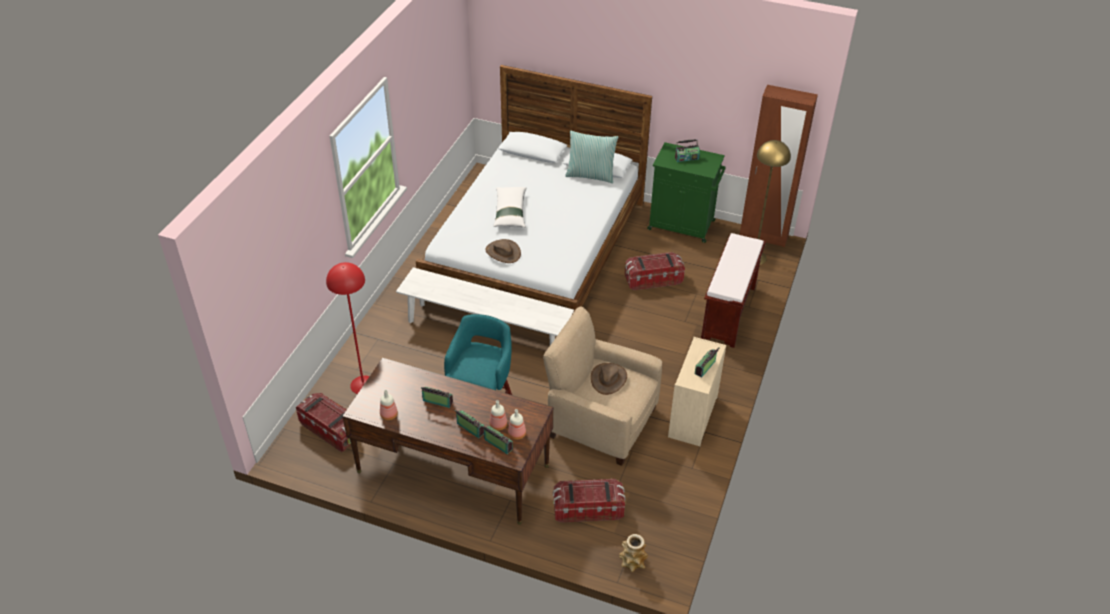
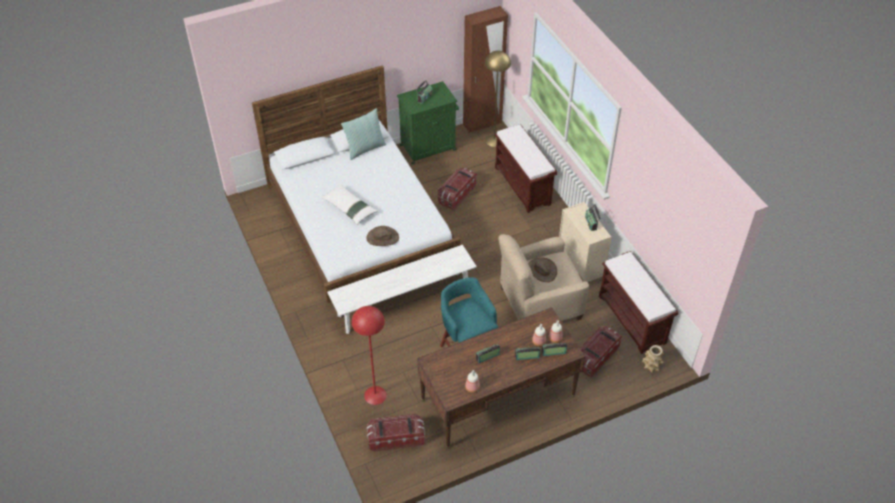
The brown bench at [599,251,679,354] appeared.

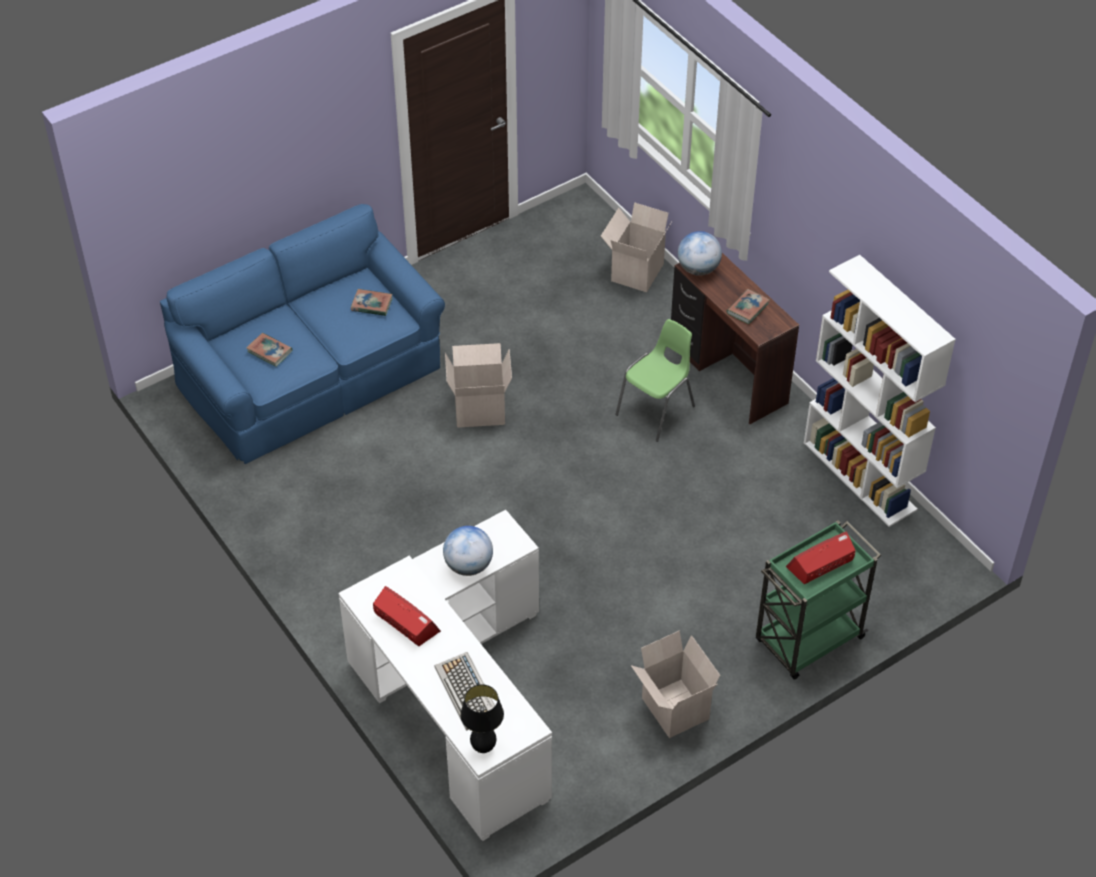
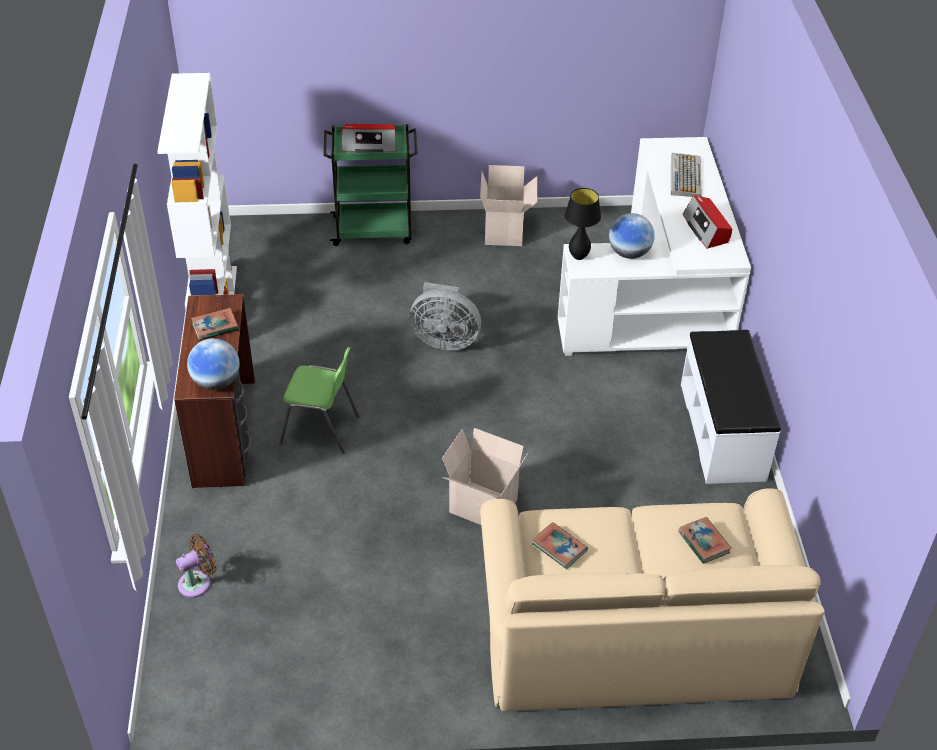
The grey fan at [410,282,481,350] appeared.
The white bench at [681,330,780,484] appeared.
The black table lamp moved from [460,684,504,753] to [564,188,601,260].
The cardboard box at [601,202,672,292] was replaced by the brown fan at [176,534,217,598].
The blue sofa at [160,204,445,464] became the beige sofa at [480,488,825,711].
The green chair at [615,319,695,442] turned 150 degrees counterclockwise.

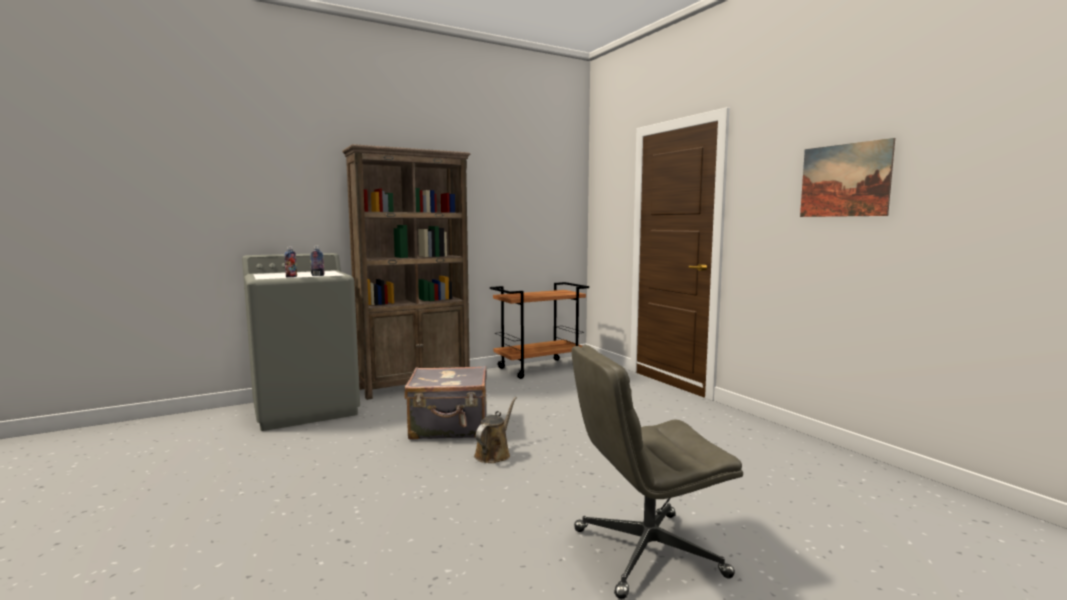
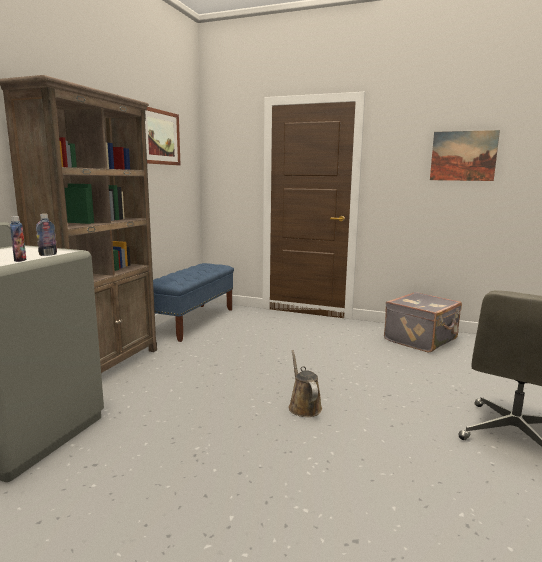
The picture at [145,107,181,165] appeared.
The grey suitcase moved from [405,366,487,440] to [384,292,462,352].
The brown cart at [490,282,589,379] was replaced by the blue bench at [153,263,234,342].

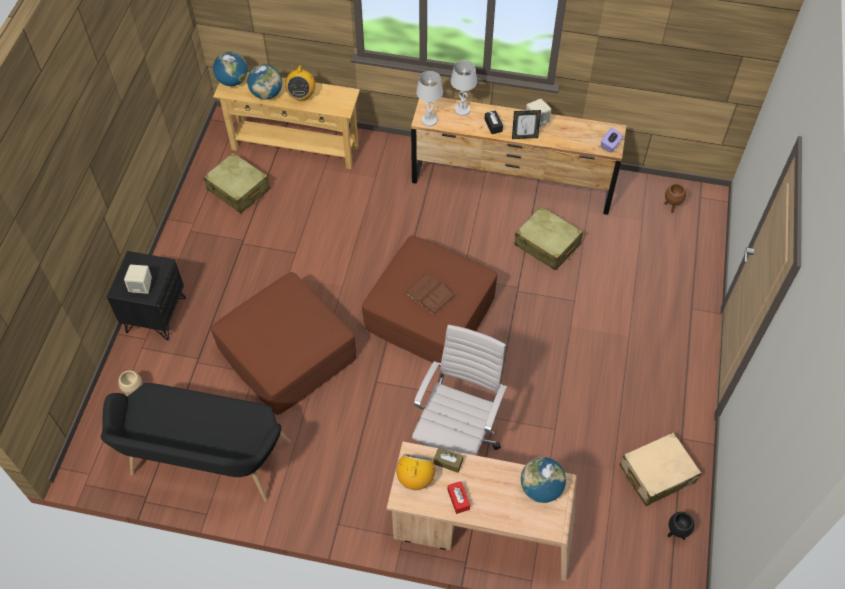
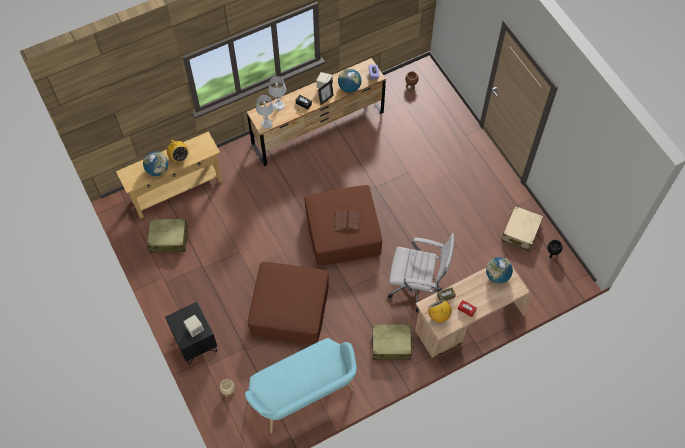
The globe moved from [213,51,248,86] to [338,69,362,93].
The beige suitcase moved from [515,206,583,271] to [372,324,414,360].
The black bench at [101,383,291,502] became the turquoise bench at [245,338,357,433].
The white office chair at [412,324,507,456] turned 120 degrees clockwise.

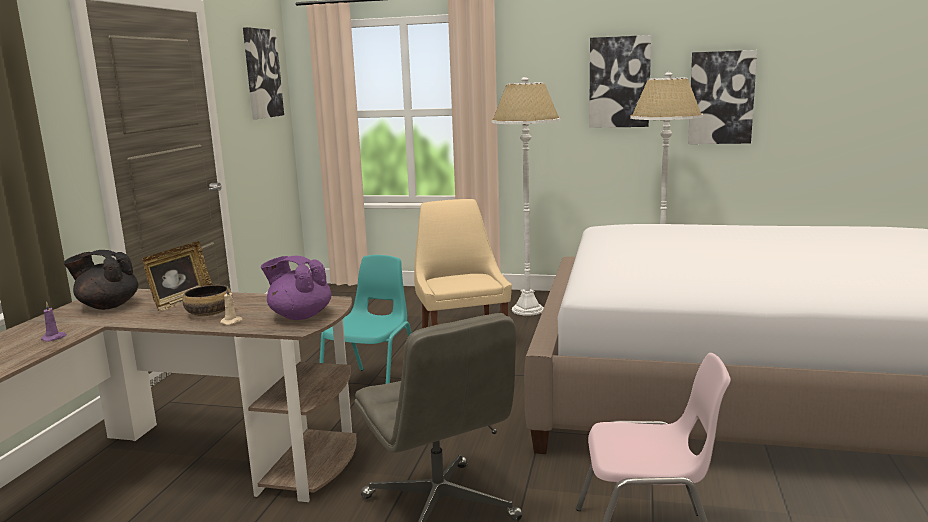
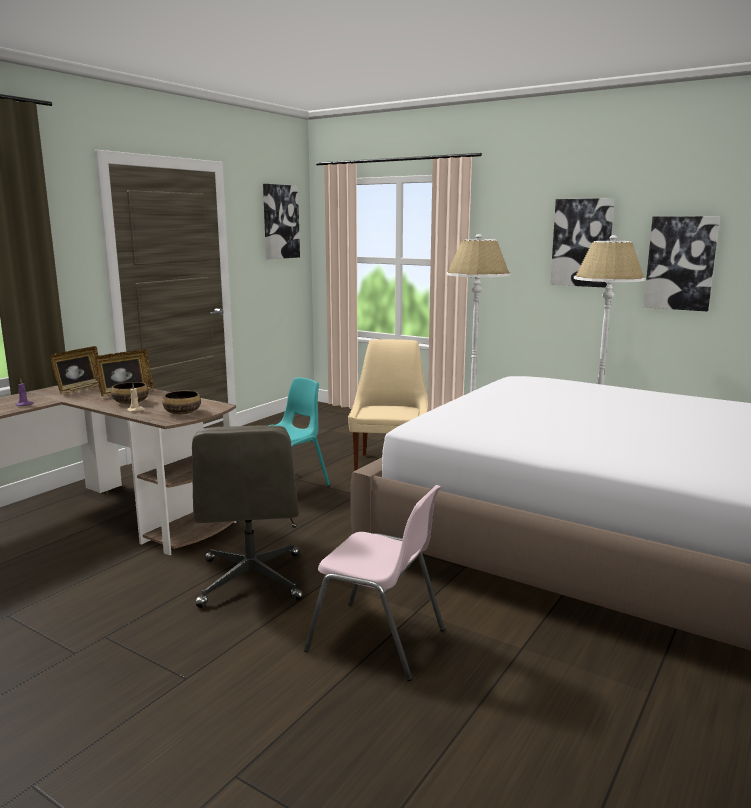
The black teapot at [63,250,138,310] was replaced by the picture frame at [50,346,99,394].
The purple teapot at [261,256,331,320] was replaced by the bowl at [162,391,201,414].

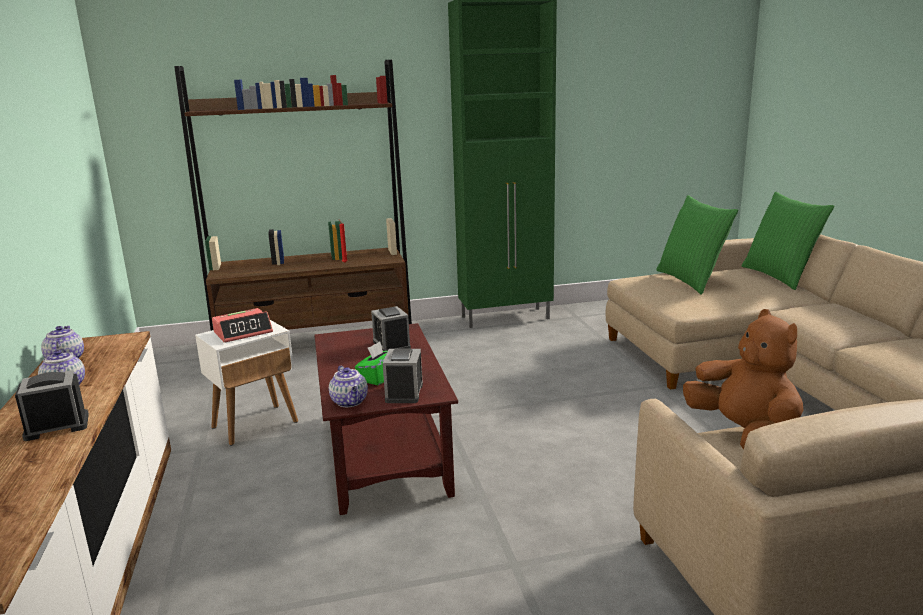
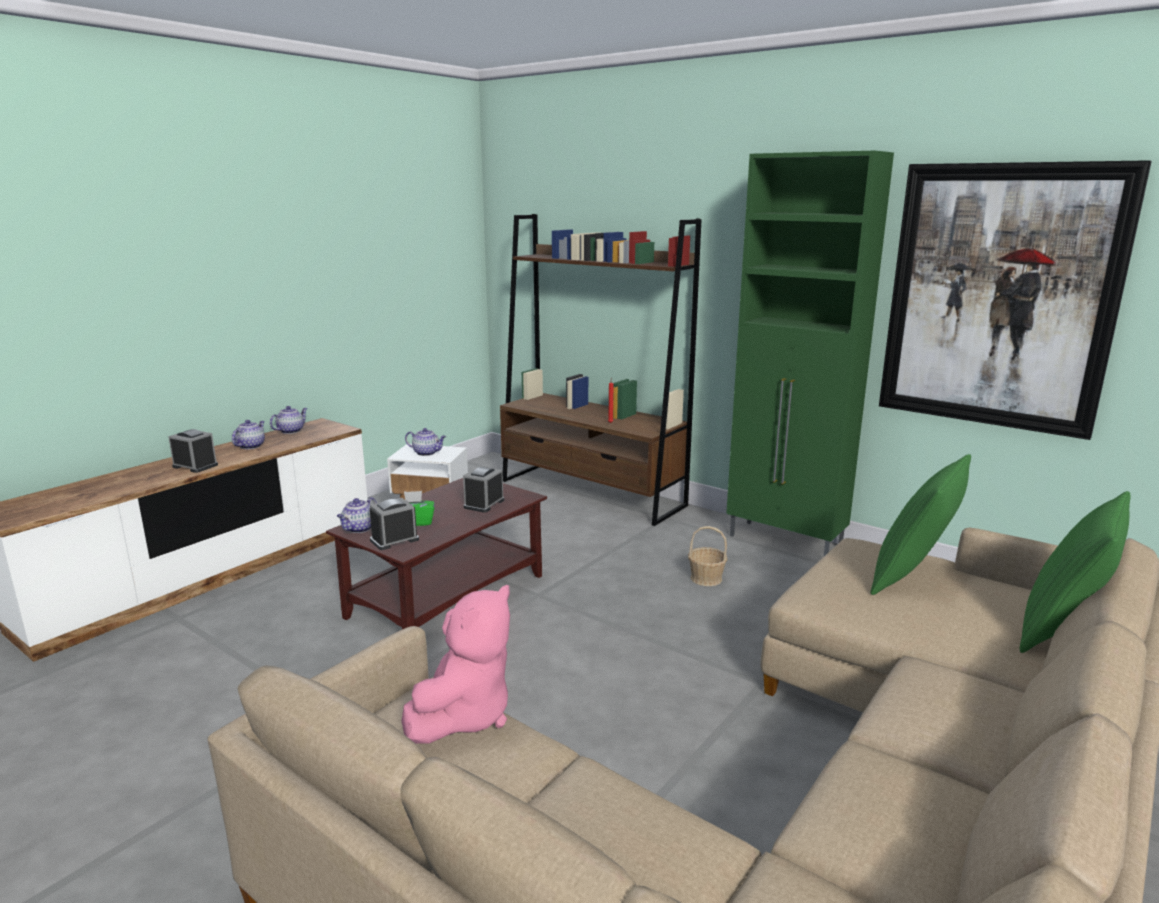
The basket at [688,526,727,586] appeared.
The picture at [879,160,1152,440] appeared.
The alarm clock at [212,308,273,343] was replaced by the teapot at [405,428,446,456].
The brown plush toy at [683,309,803,449] became the pink plush toy at [401,585,510,744].

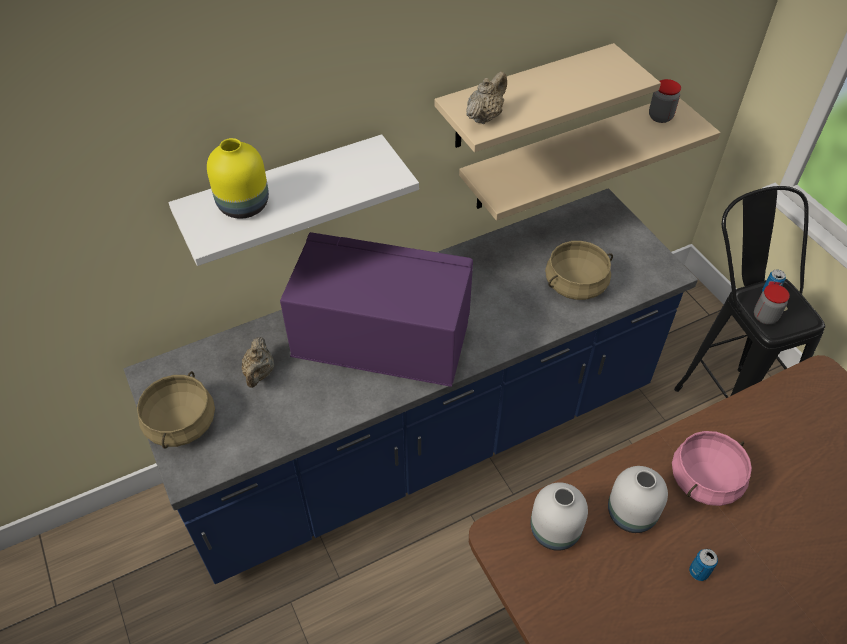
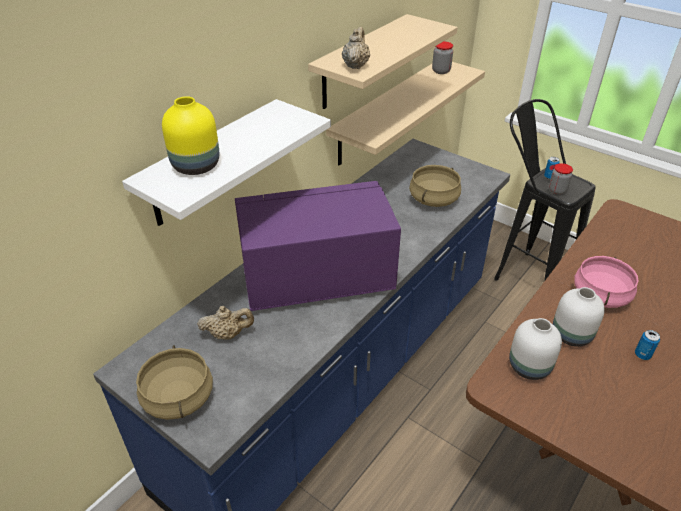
The beige teapot at [242,337,274,388] turned 75 degrees counterclockwise.

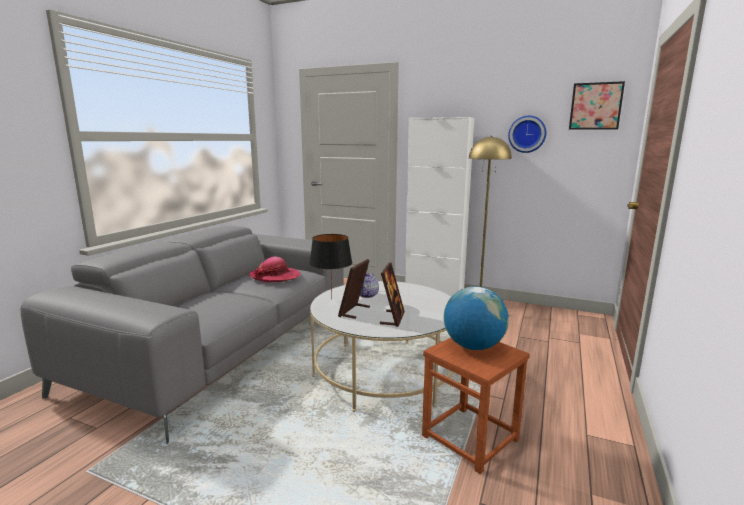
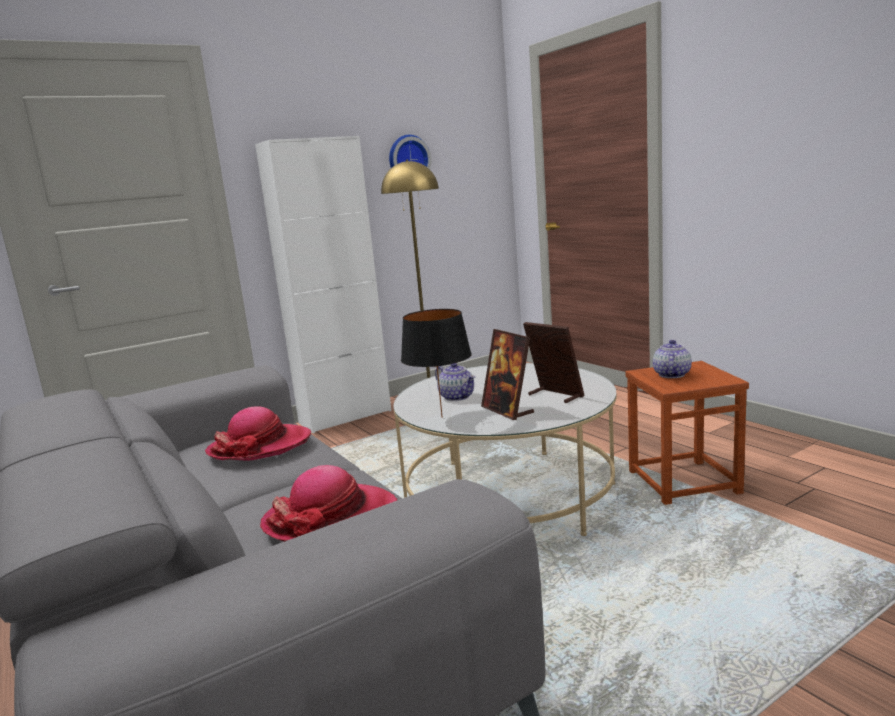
The picture at [569,81,625,130] disappeared.
The hat at [260,465,397,542] appeared.
The globe at [444,286,509,350] was replaced by the teapot at [653,340,692,378].

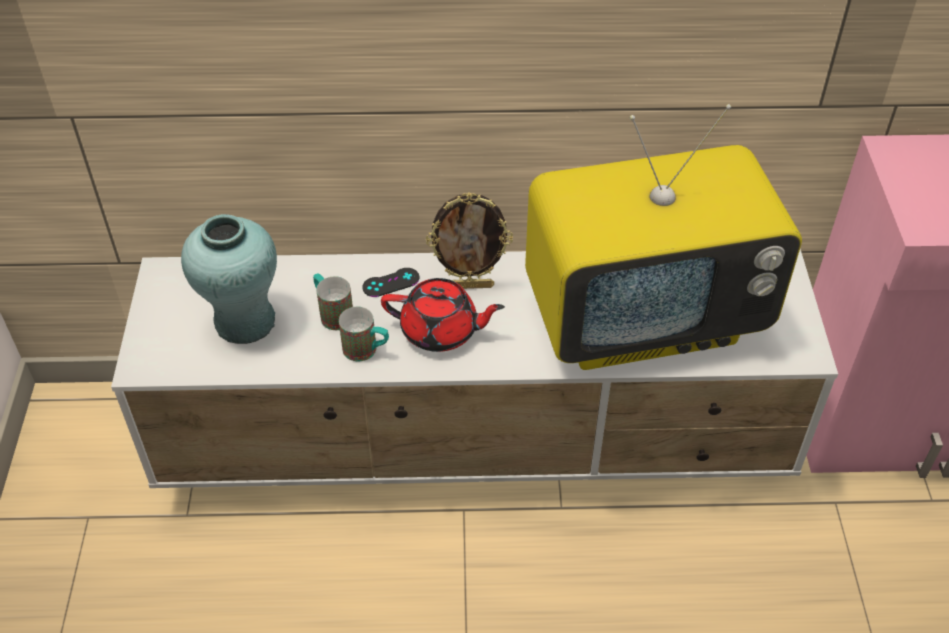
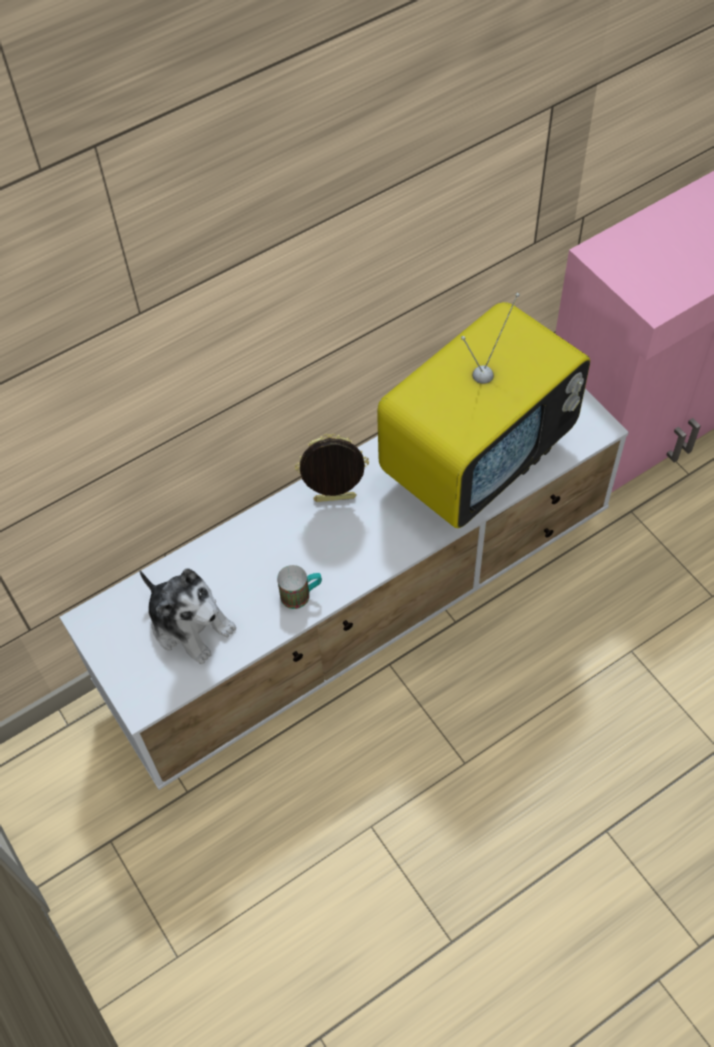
The mug at [313,273,353,330] disappeared.
The black game controller at [362,268,419,297] disappeared.
The red teapot at [381,278,505,352] disappeared.
The turquoise vase at [181,214,277,344] was replaced by the plush toy at [139,569,236,664].
The picture frame at [426,192,513,289] turned 150 degrees counterclockwise.

